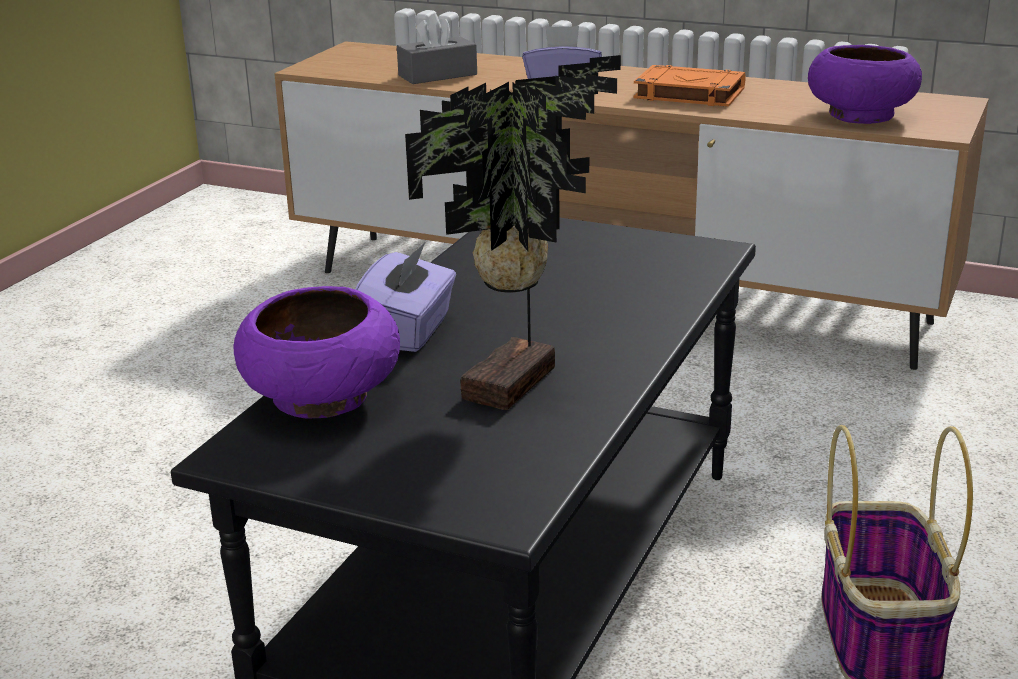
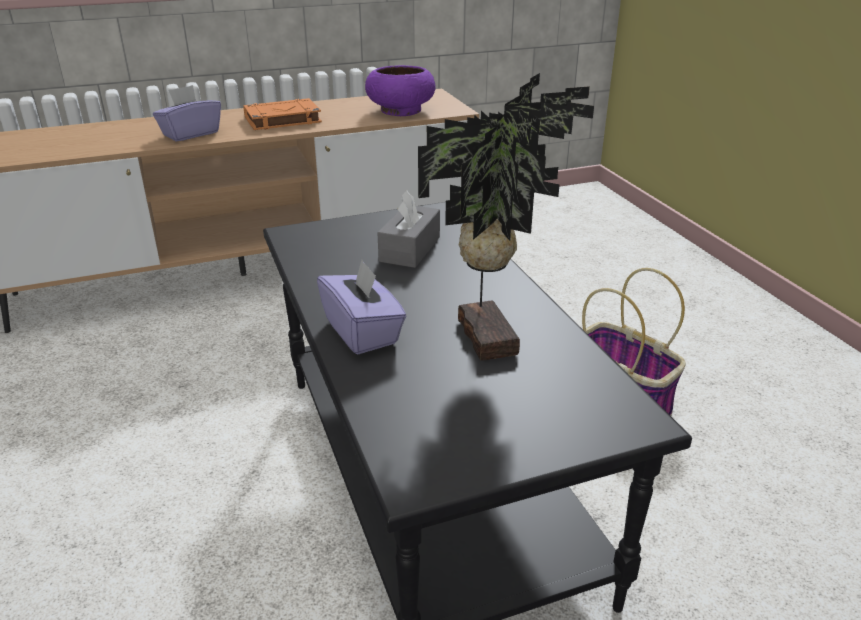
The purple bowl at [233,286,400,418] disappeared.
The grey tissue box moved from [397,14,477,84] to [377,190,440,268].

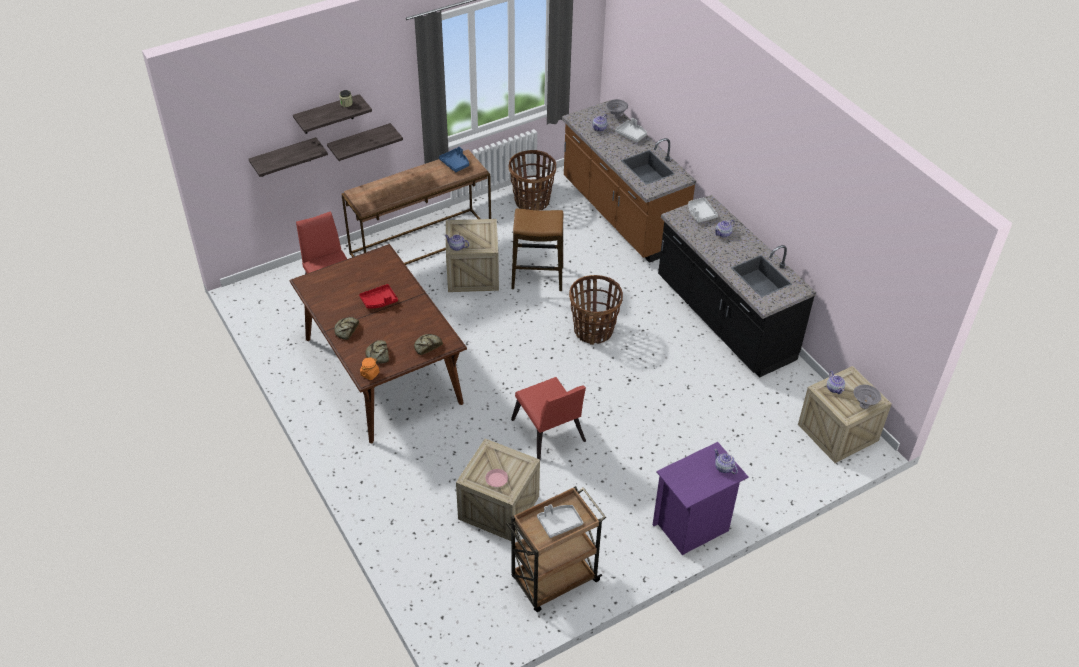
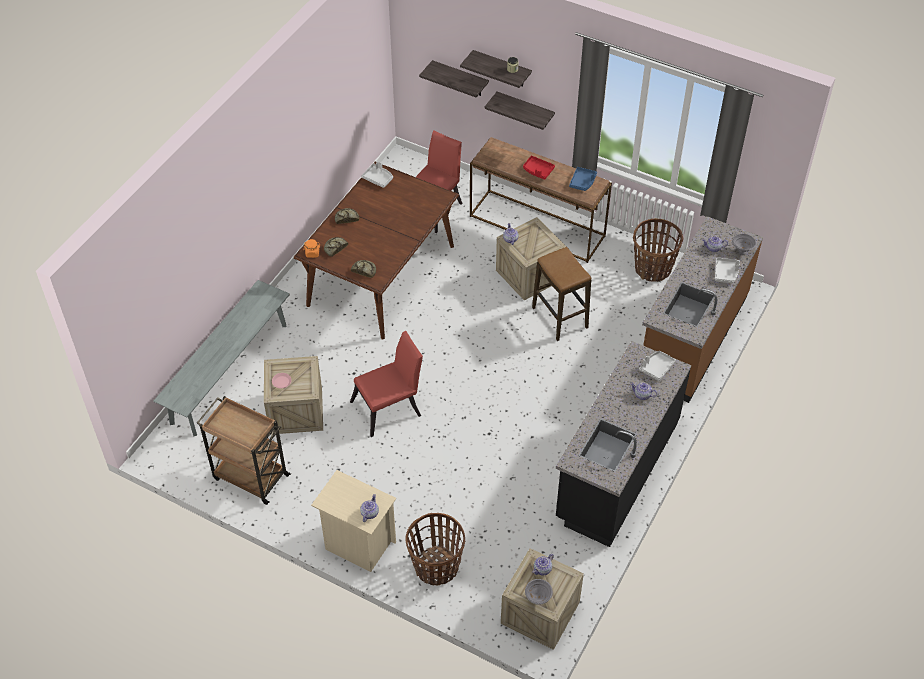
The grey bench at [153,280,290,436] appeared.
The red tray moved from [359,284,398,309] to [523,156,555,180].
The grey tray moved from [537,504,583,538] to [361,162,393,188].
The basket moved from [569,275,623,345] to [405,513,465,585].
The purple nightstand at [653,442,749,555] became the beige nightstand at [311,470,396,572].
The red chair at [511,377,586,460] turned 150 degrees counterclockwise.

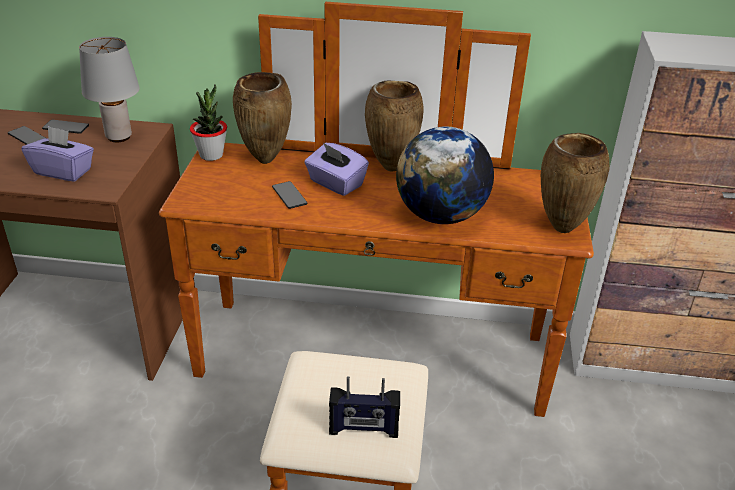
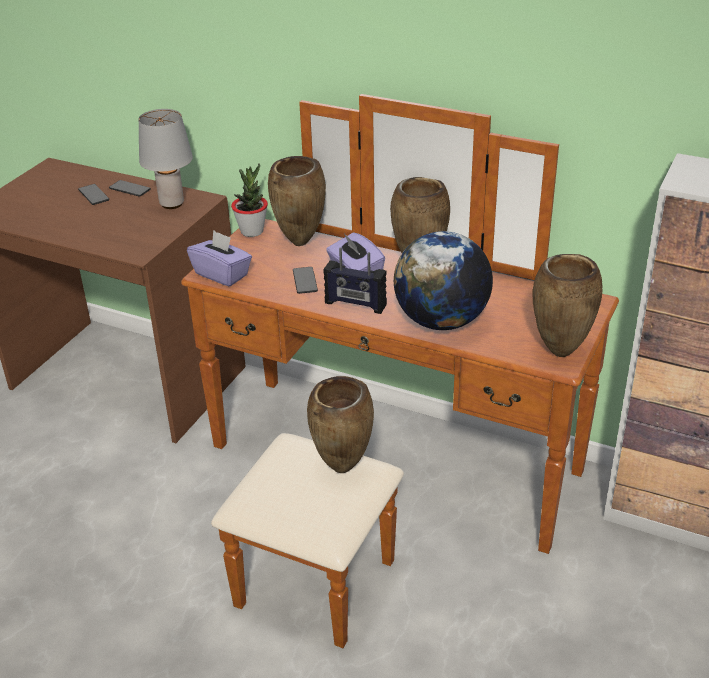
The brown vase at [307,376,374,473] appeared.
The purple tissue box moved from [22,126,94,181] to [187,230,252,286].
The radio moved from [329,376,400,438] to [323,248,387,314].

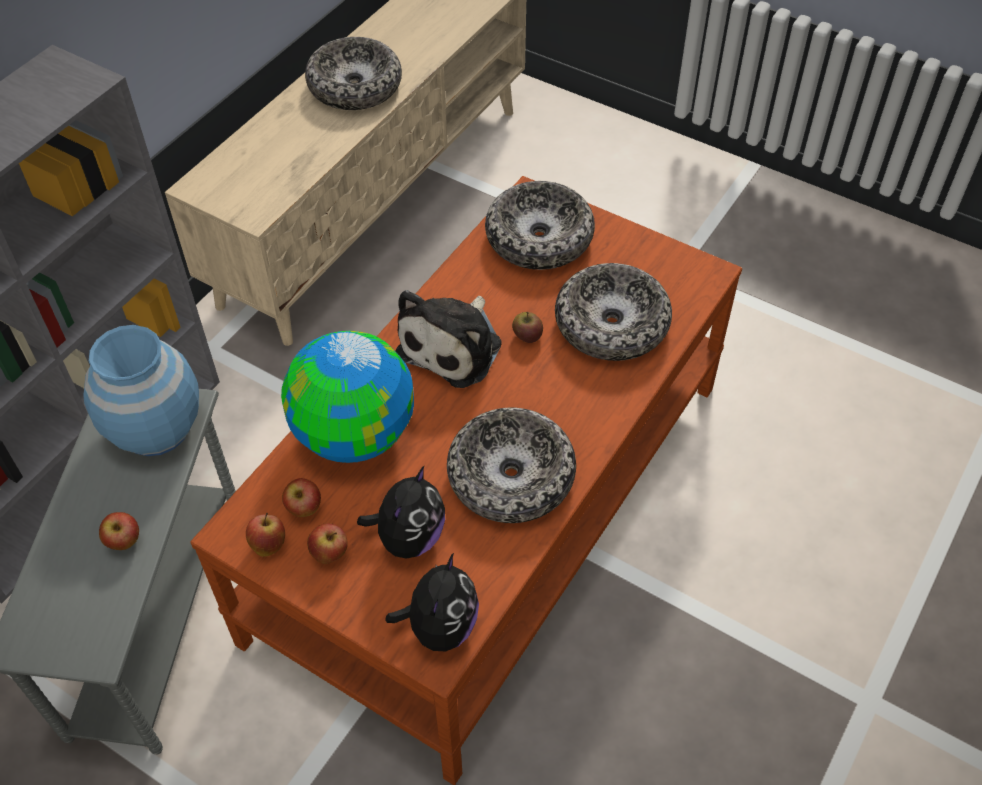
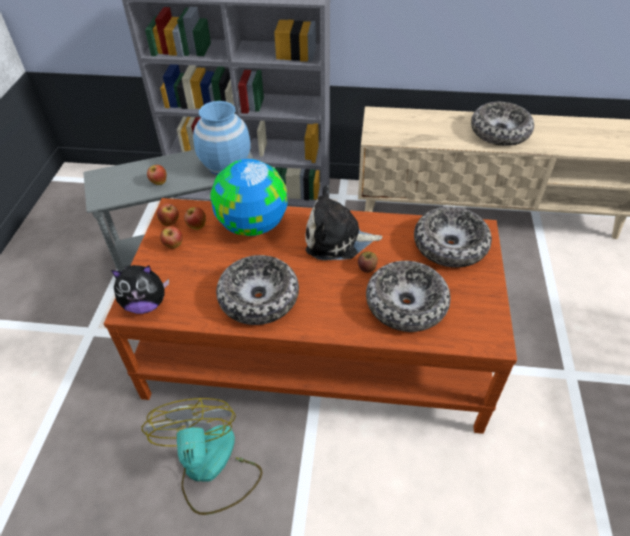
The plush toy at [357,466,445,559] disappeared.
The fan at [142,398,263,515] appeared.

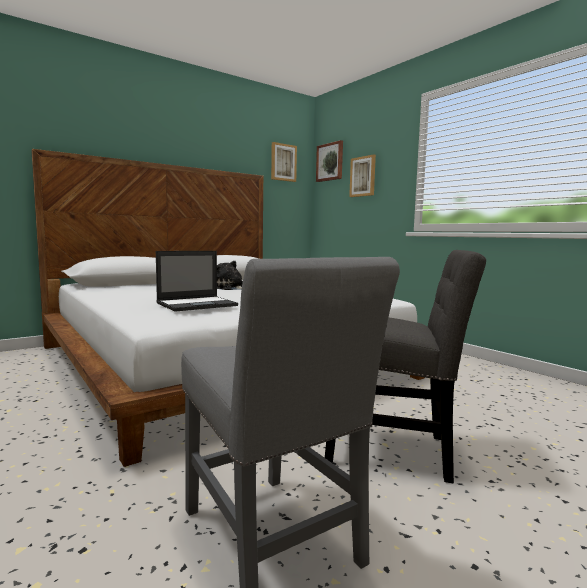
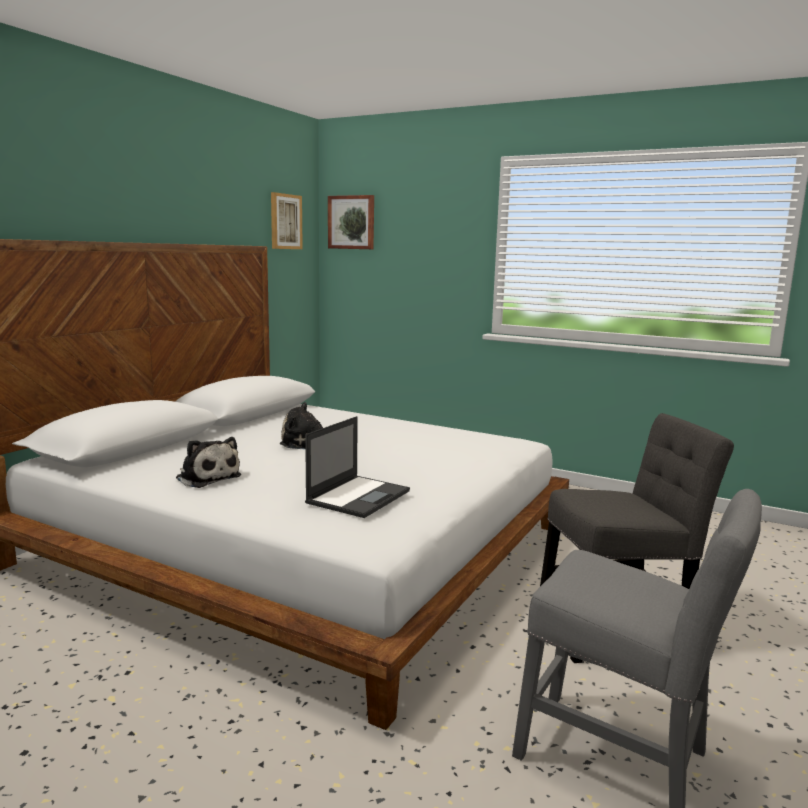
The picture at [349,154,376,197] disappeared.
The plush toy at [176,437,241,488] appeared.

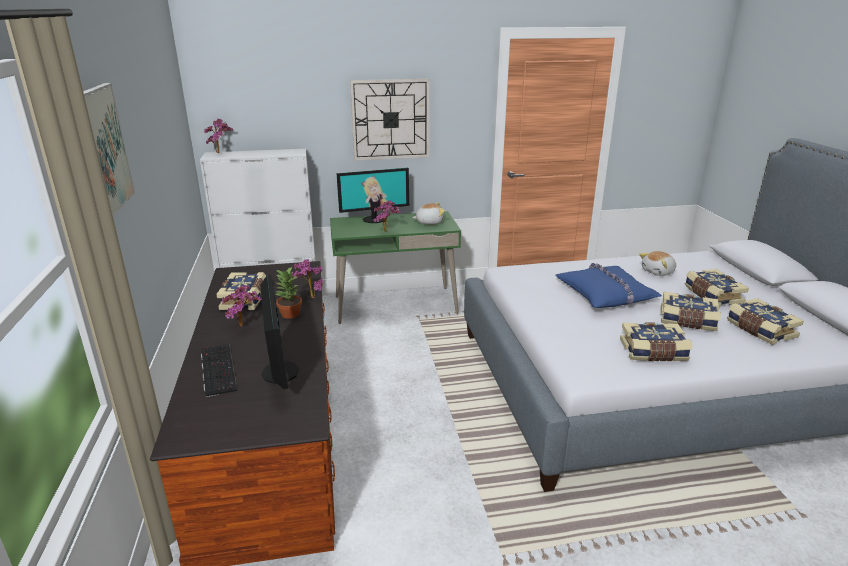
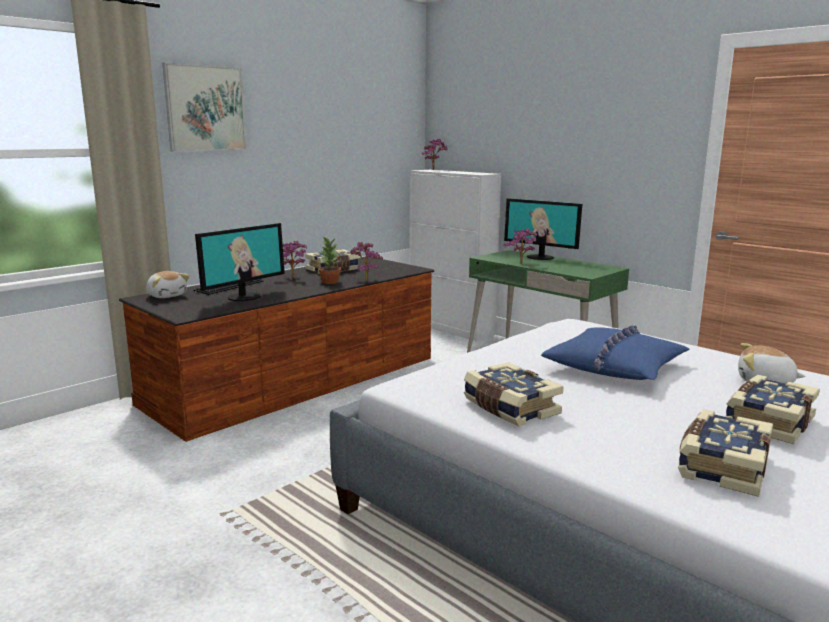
The wall clock at [350,79,429,161] disappeared.
The book at [661,292,721,331] disappeared.
The plush toy moved from [412,202,445,225] to [146,271,189,298].

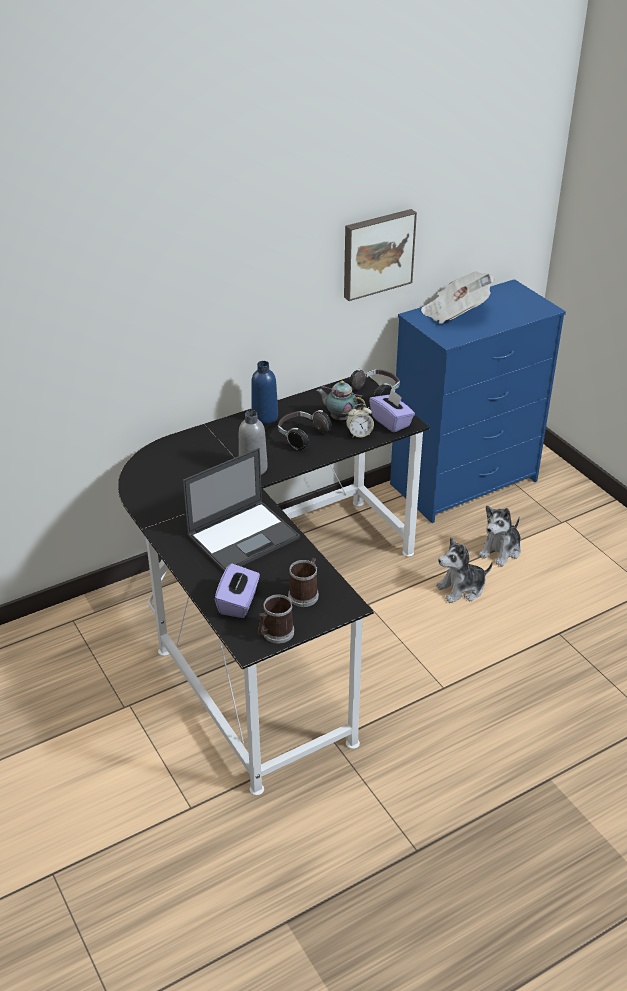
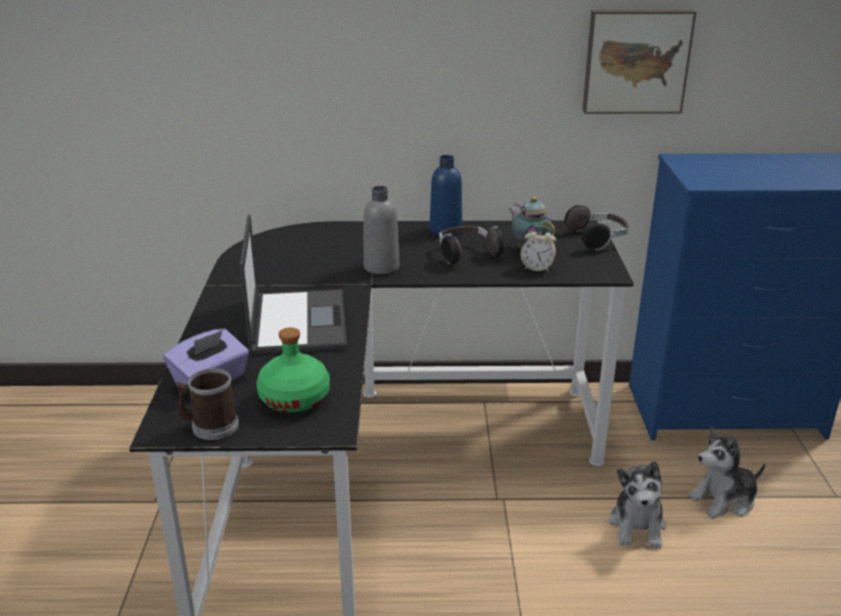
The purple tissue box at [369,389,415,432] disappeared.
The newspaper at [421,271,495,323] disappeared.
The mug at [288,558,319,607] was replaced by the green bottle at [256,327,330,412].
The laptop at [183,448,300,572] turned 90 degrees counterclockwise.
The plush toy at [436,537,493,603] turned 90 degrees counterclockwise.

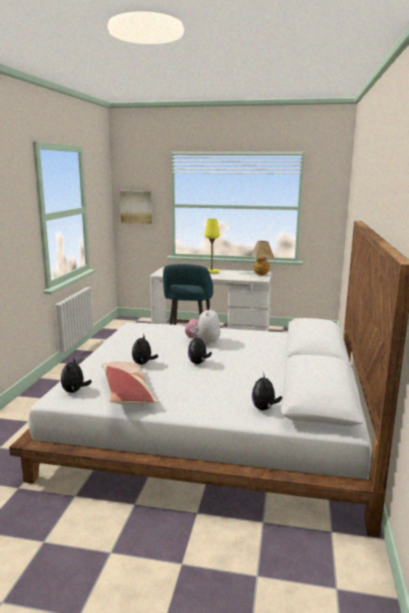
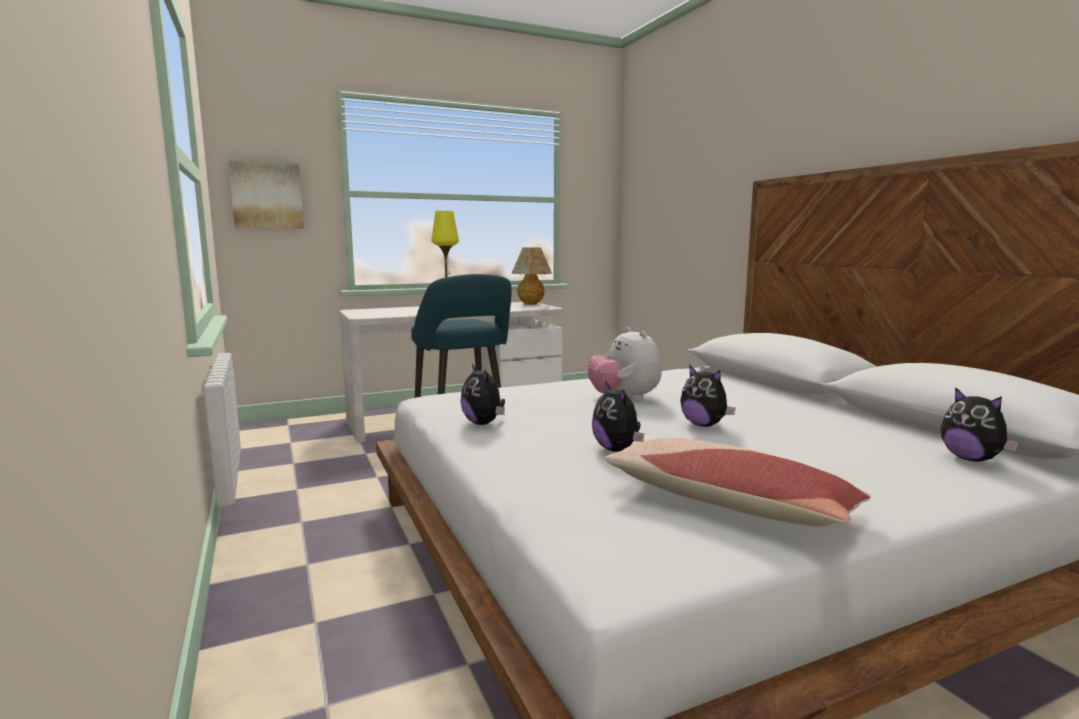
The plush toy moved from [61,359,92,393] to [461,364,505,425].

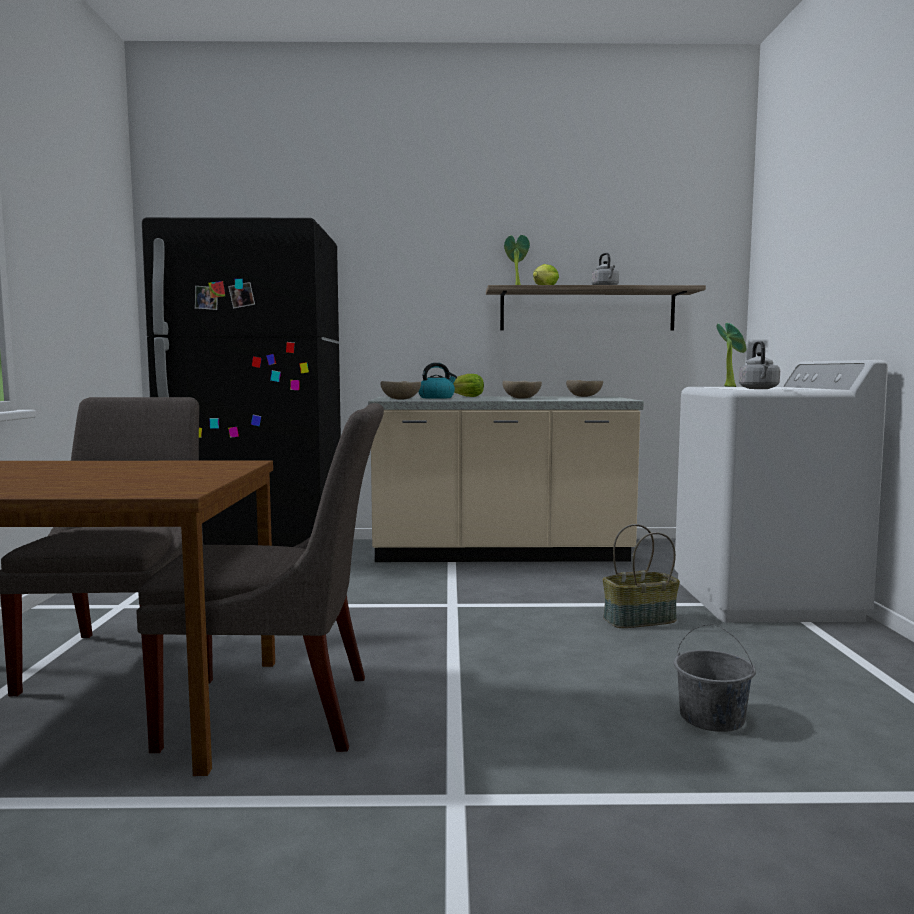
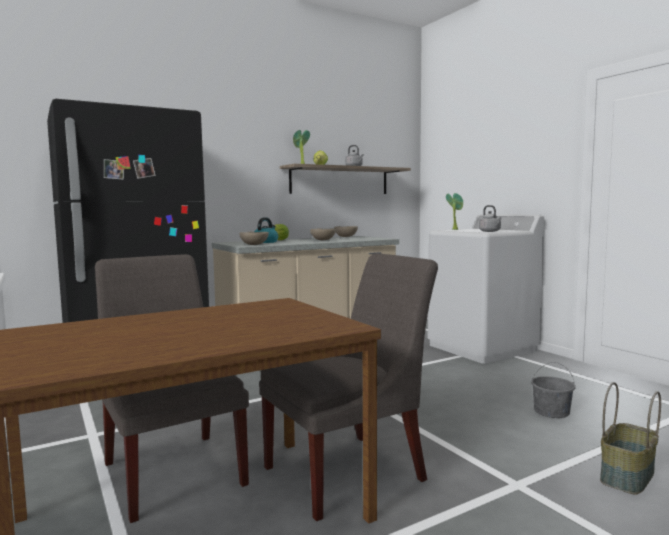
The basket moved from [603,524,680,628] to [600,382,661,495].

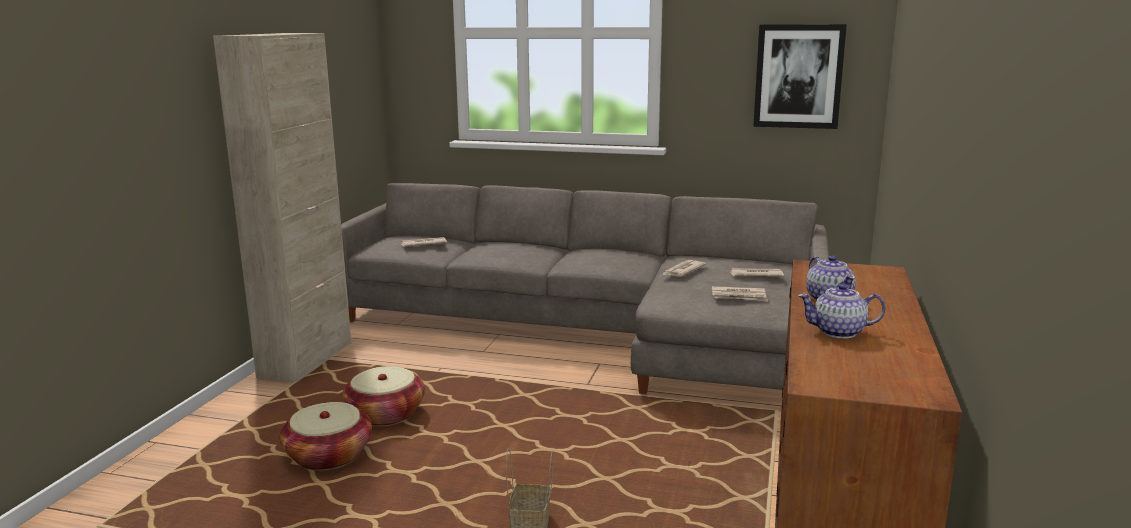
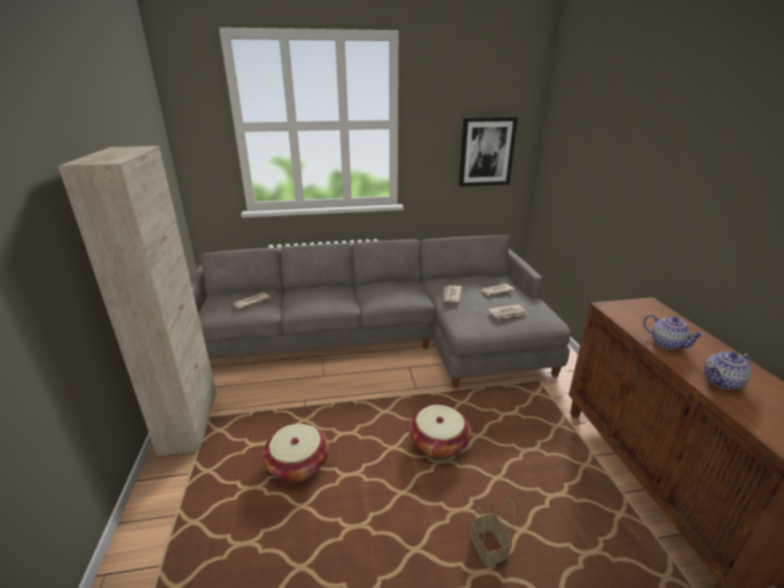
The basket moved from [280,402,372,471] to [409,405,471,459].

